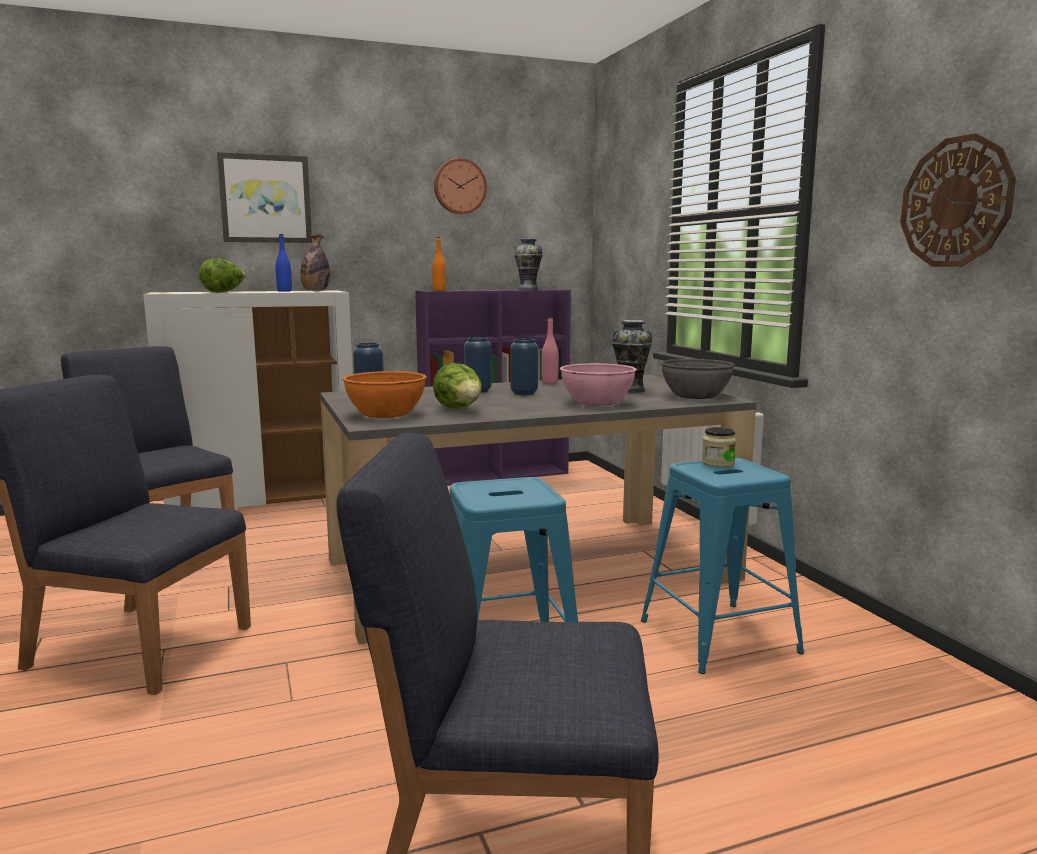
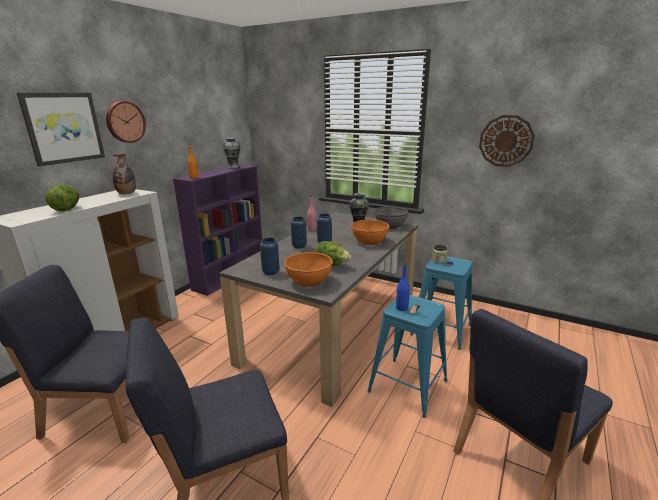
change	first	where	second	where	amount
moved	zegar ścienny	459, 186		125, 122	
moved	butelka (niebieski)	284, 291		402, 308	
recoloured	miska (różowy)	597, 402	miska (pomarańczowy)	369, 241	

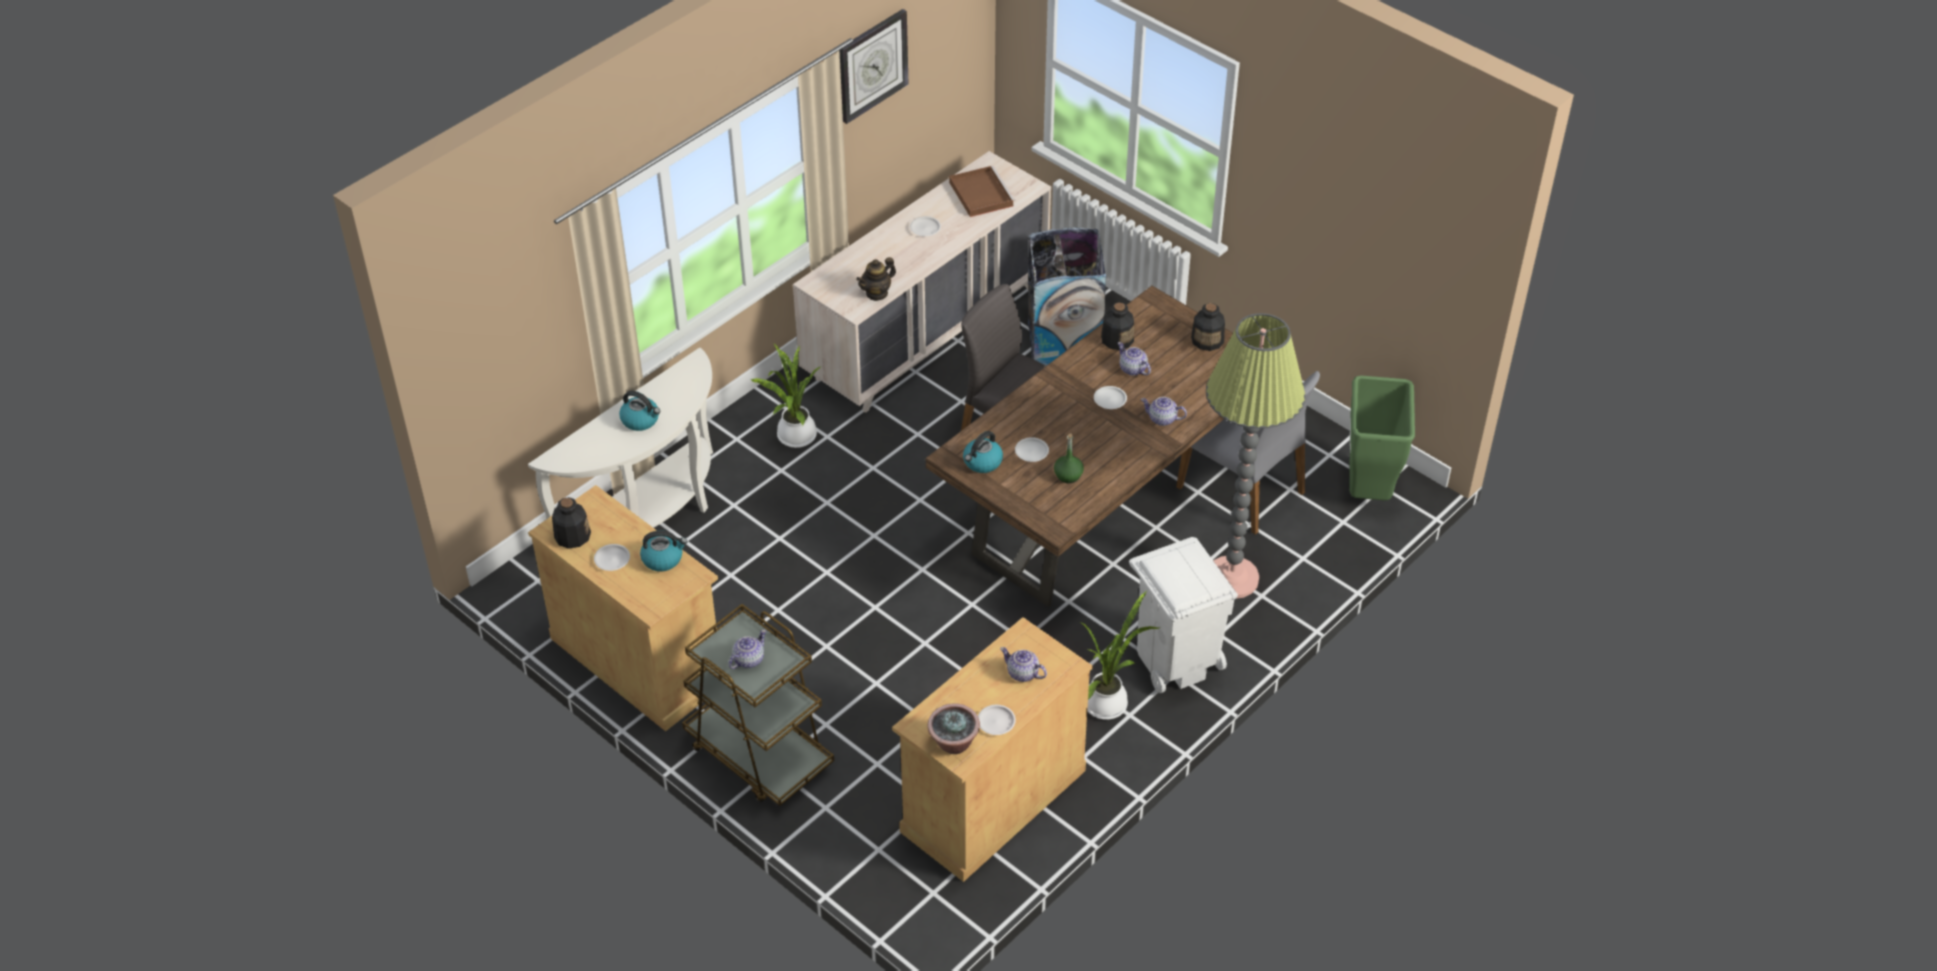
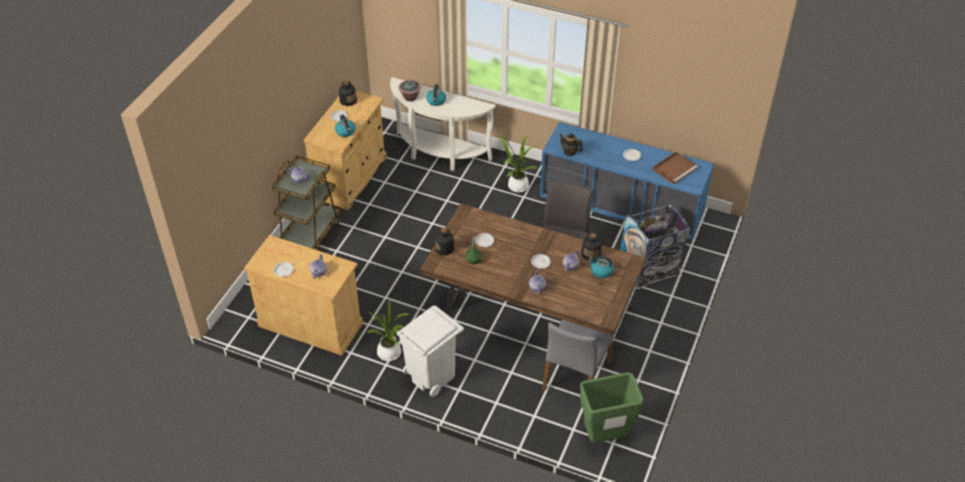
change	first	where	second	where	amount
removed	zegar ścienny	872, 65			
recoloured	komoda (beżowy)	927, 333	komoda (niebieski)	621, 212	
moved	butelka	1207, 340		445, 248	
removed	lampa stojąca	1232, 578			
moved	czajnik	982, 462		601, 271	
moved	roślina doniczkowa	953, 743		410, 97	

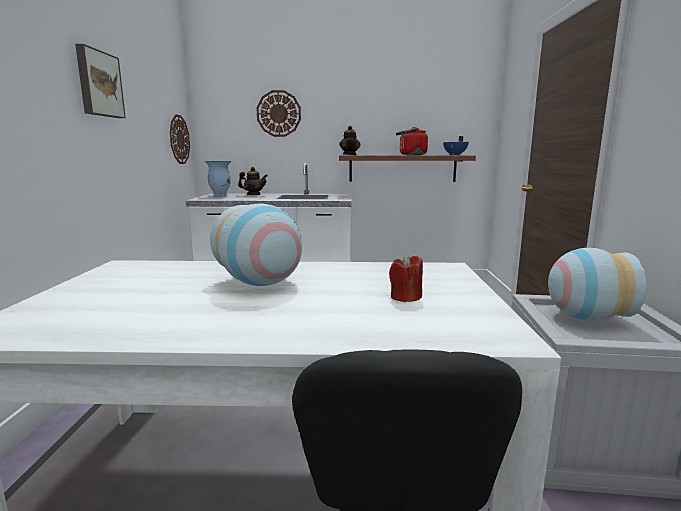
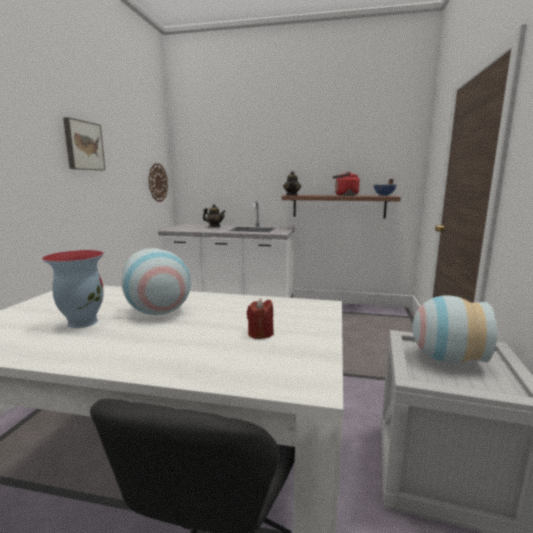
change	first	where	second	where	amount
removed	zegar ścienny	278, 113			
moved	wazon	220, 196		82, 322	

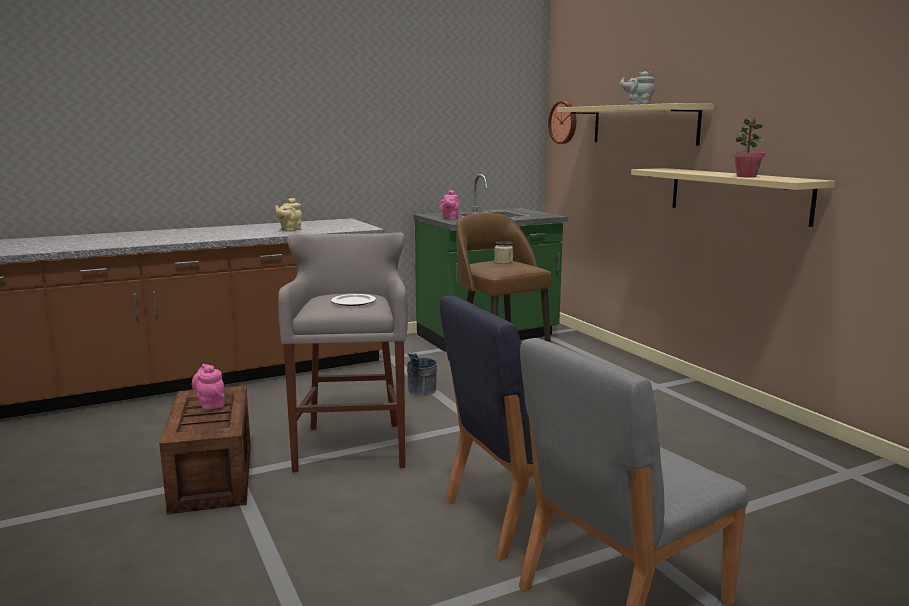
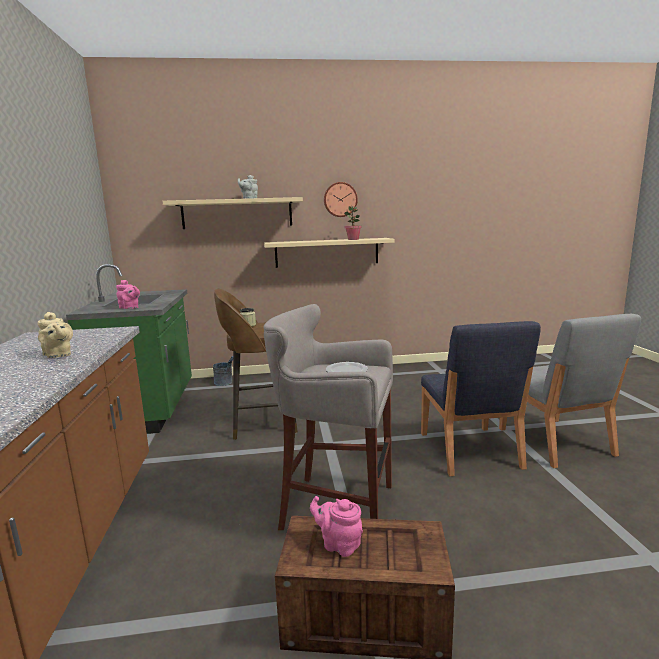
change	first	where	second	where	amount
moved	zegar ścienny	564, 122		340, 199	
moved	wiadro (szary)	420, 392		225, 383	
turned	imbryk (różowy)	210, 404		339, 544	45 degrees clockwise

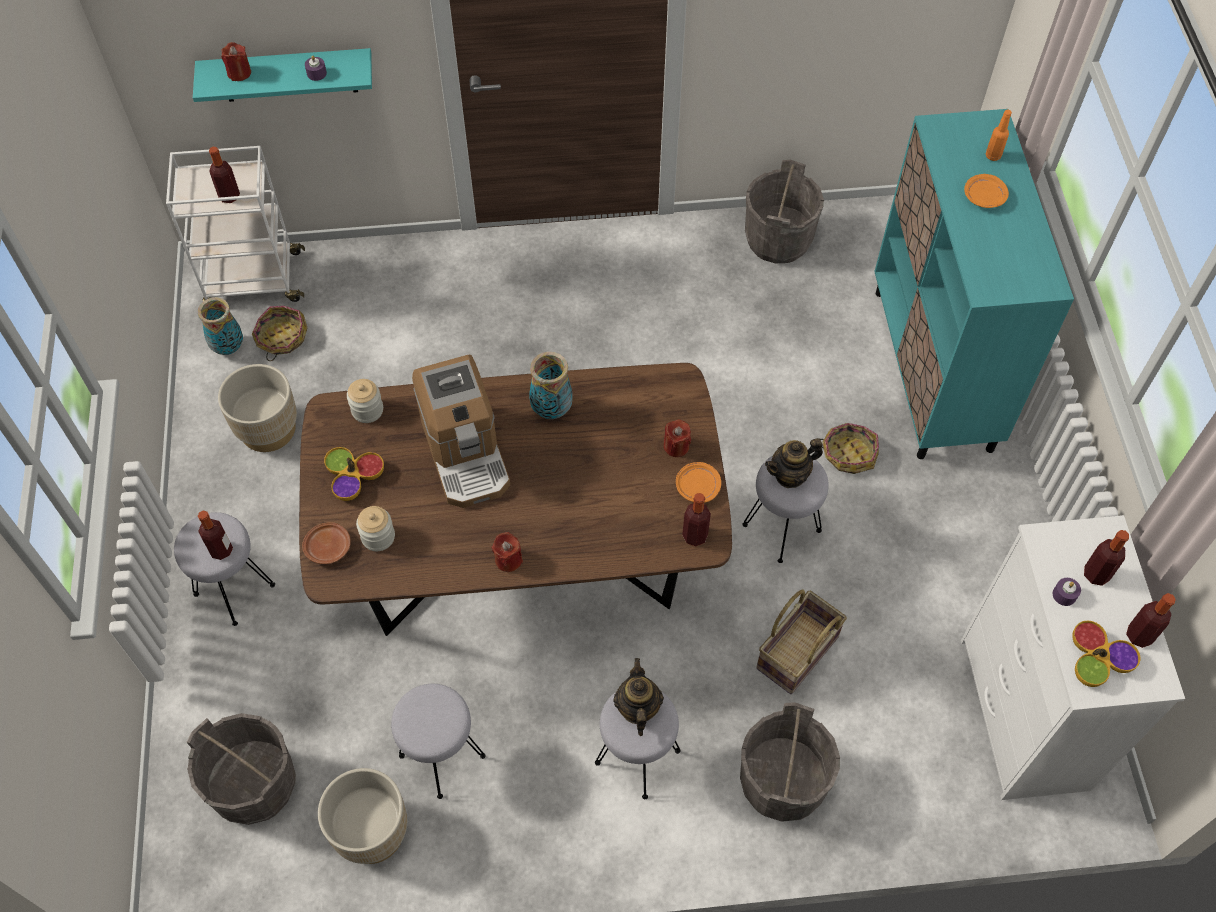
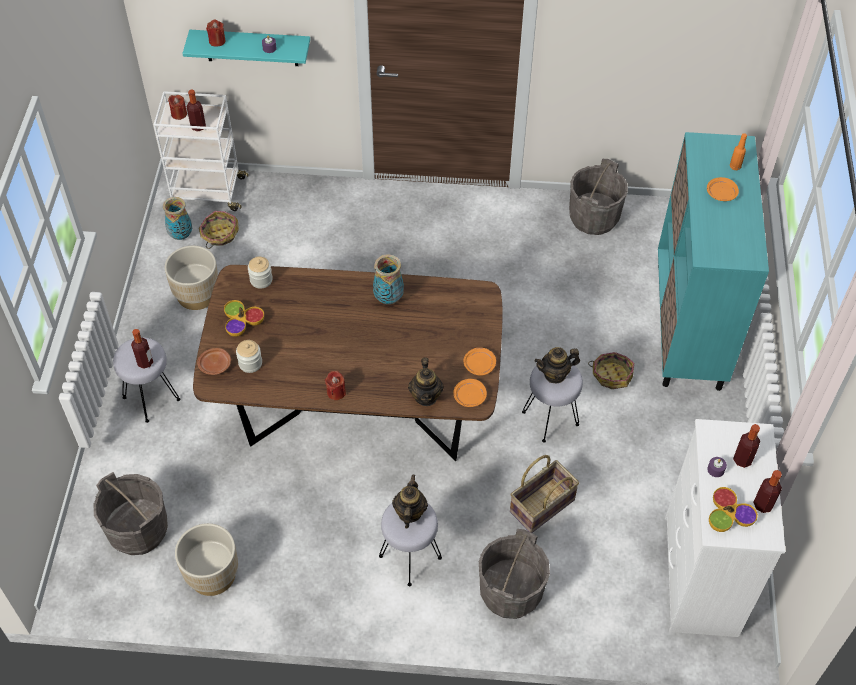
change	first	where	second	where	amount
removed	ekspres do kawy	465, 453			
moved	świeca (czerwony)	676, 446		179, 114	
replaced	butelka	695, 536	talerz (pomarańczowy)	469, 397	
removed	stołek (szary)	441, 757			
added			imbryk	426, 396	

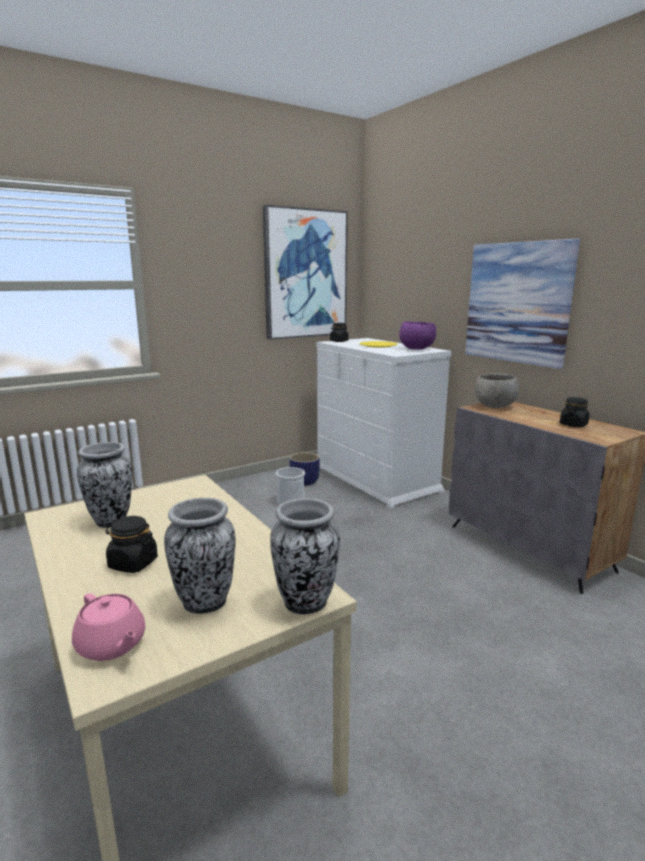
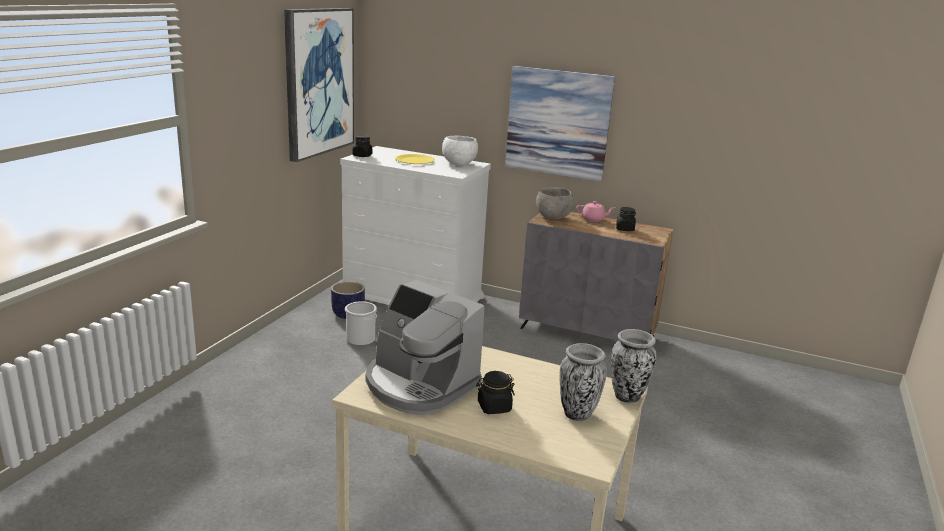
change	first	where	second	where	amount
recoloured	miska (fioletowy)	416, 349	miska (biały)	459, 164	
replaced	wazon	111, 521	ekspres do kawy	419, 385	
moved	imbryk (różowy)	111, 645		593, 219	

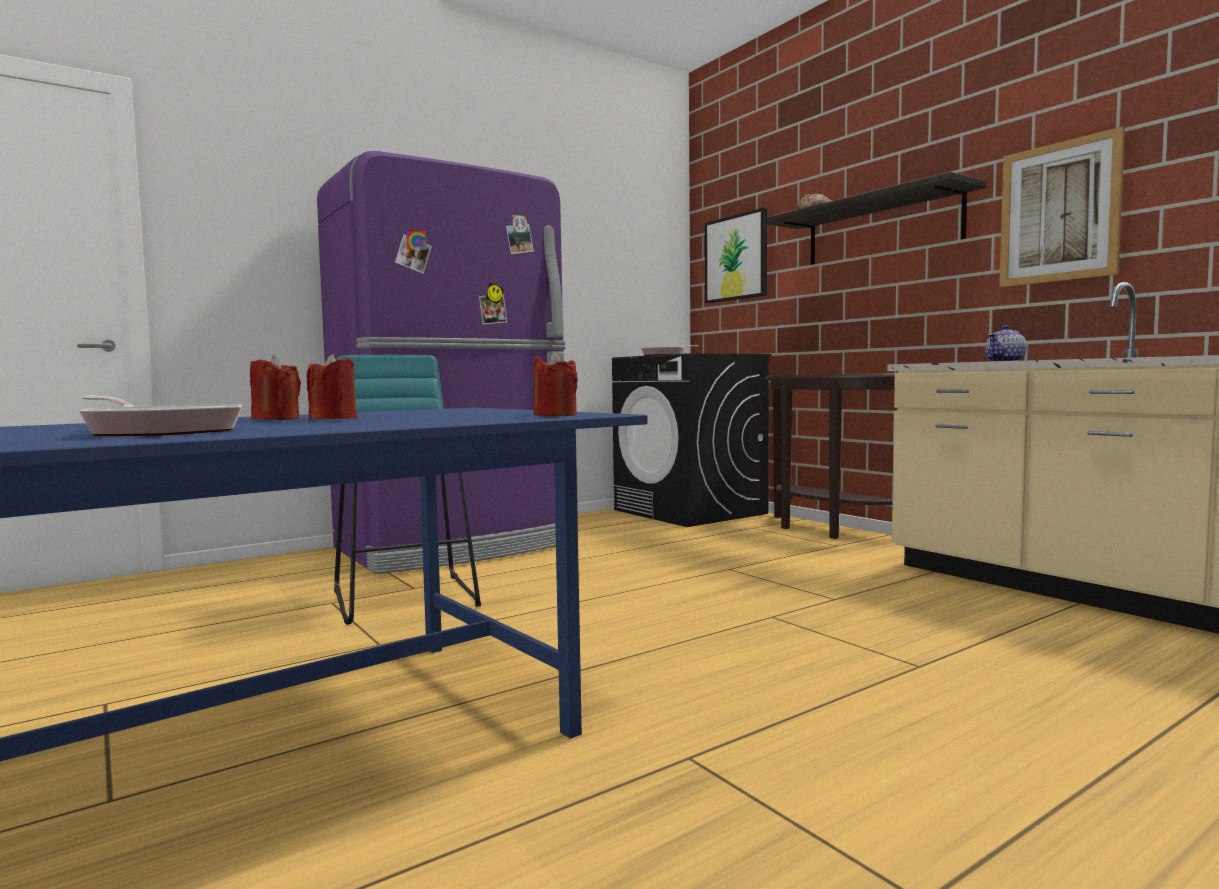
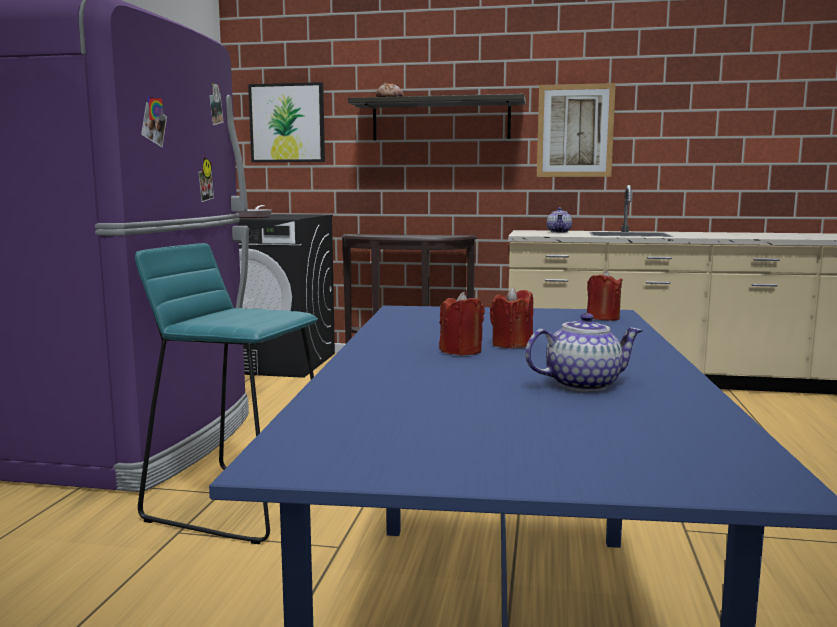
change	first	where	second	where	amount
replaced	patelnia	160, 431	imbryk	583, 384	

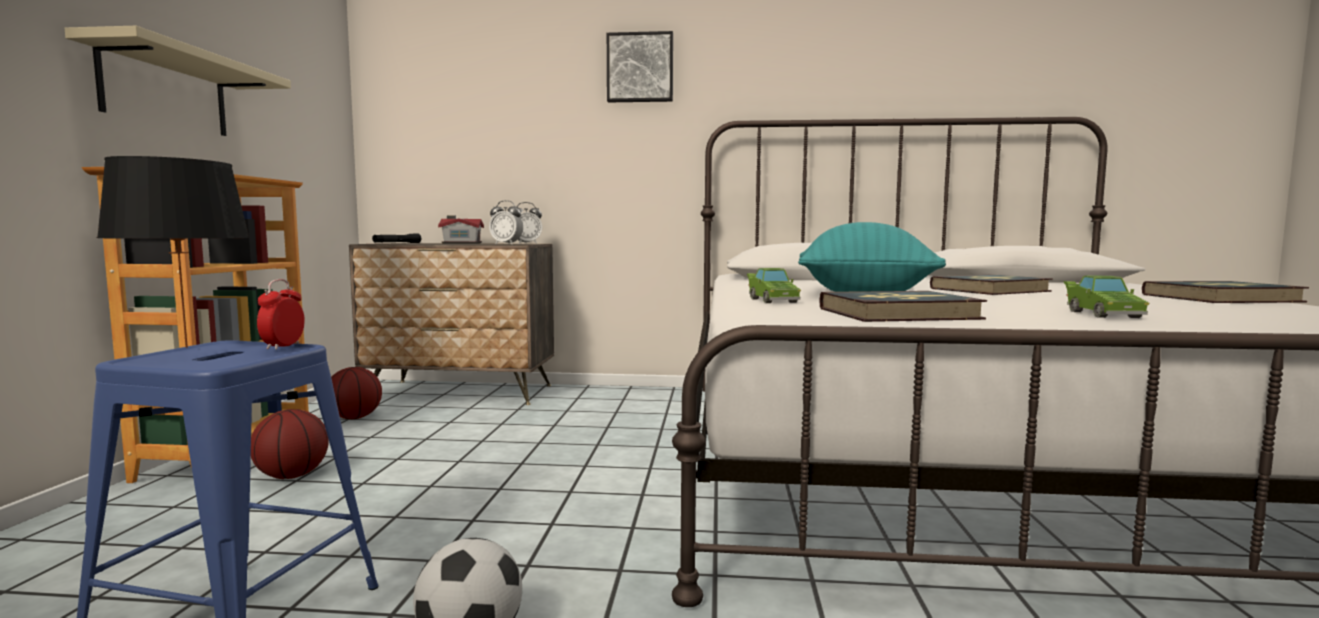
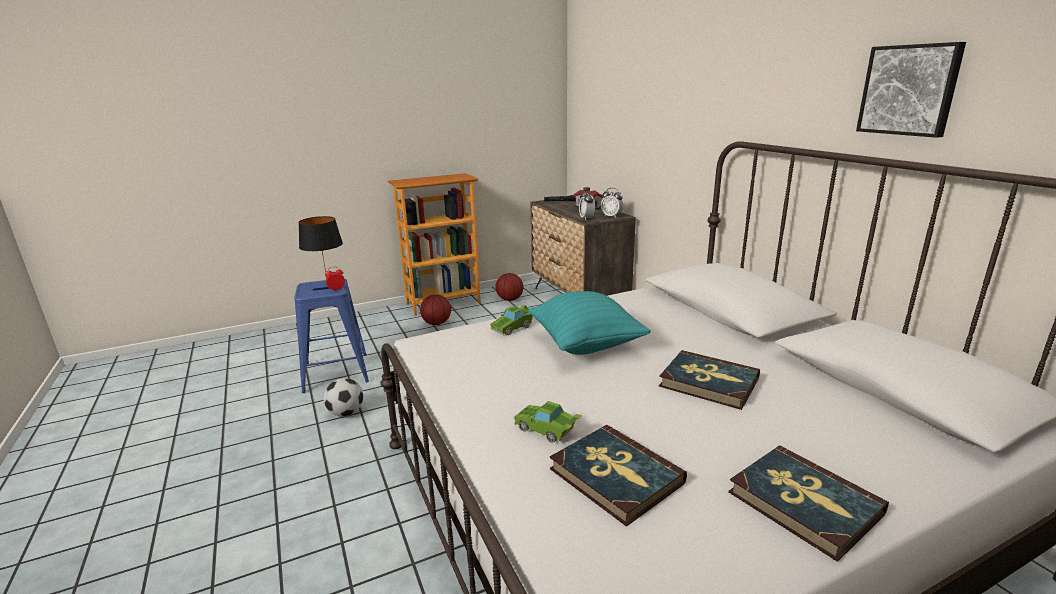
change	first	where	second	where	amount
removed	półka (beżowy)	166, 91			
moved	obraz	640, 68		909, 90	
turned	samochodzik (zielony)	1101, 314		547, 430	60 degrees clockwise
moved	książka	898, 314		615, 476	

